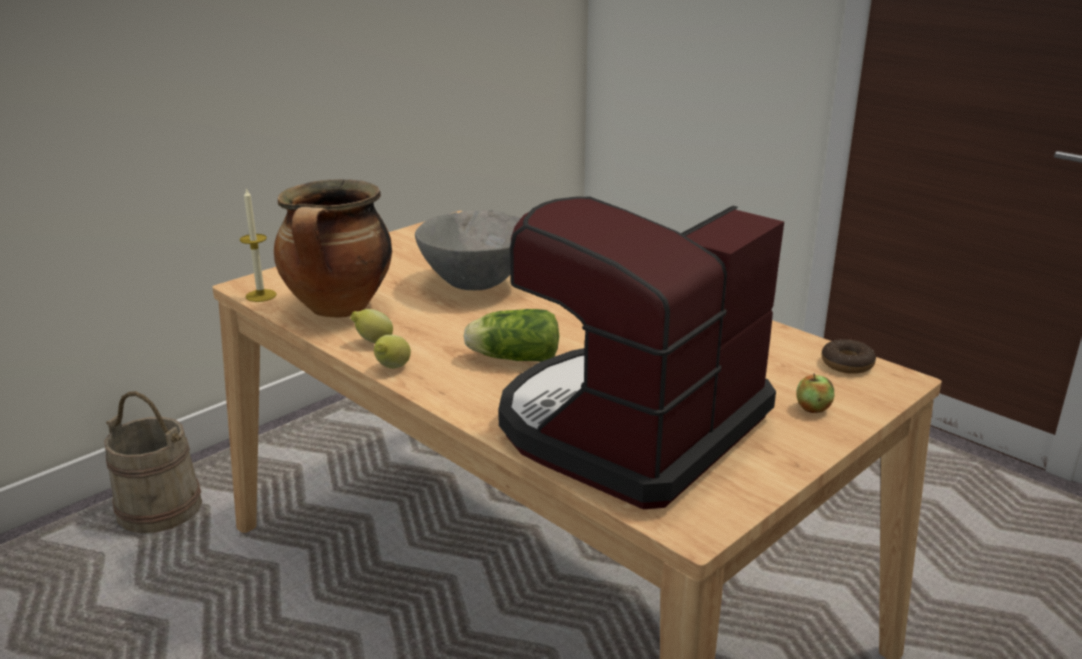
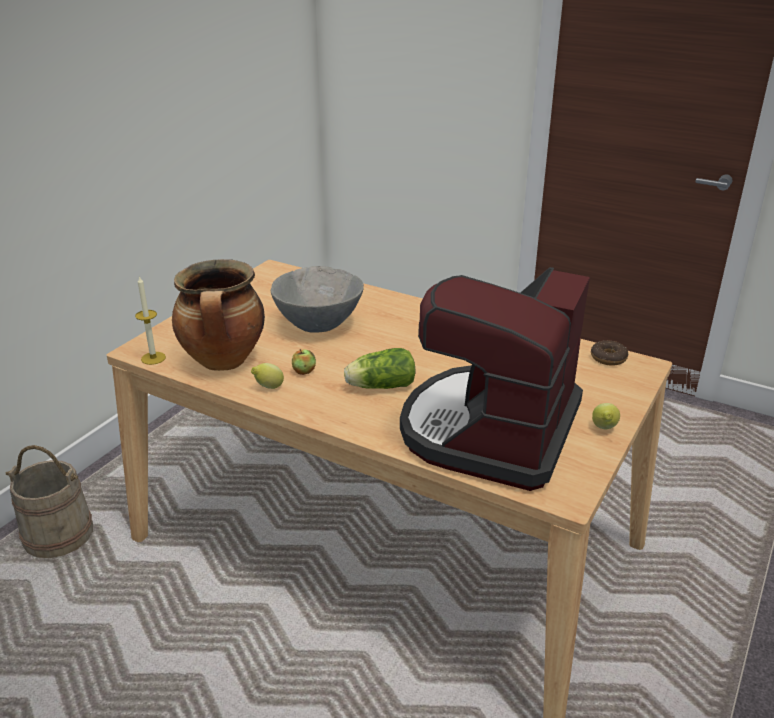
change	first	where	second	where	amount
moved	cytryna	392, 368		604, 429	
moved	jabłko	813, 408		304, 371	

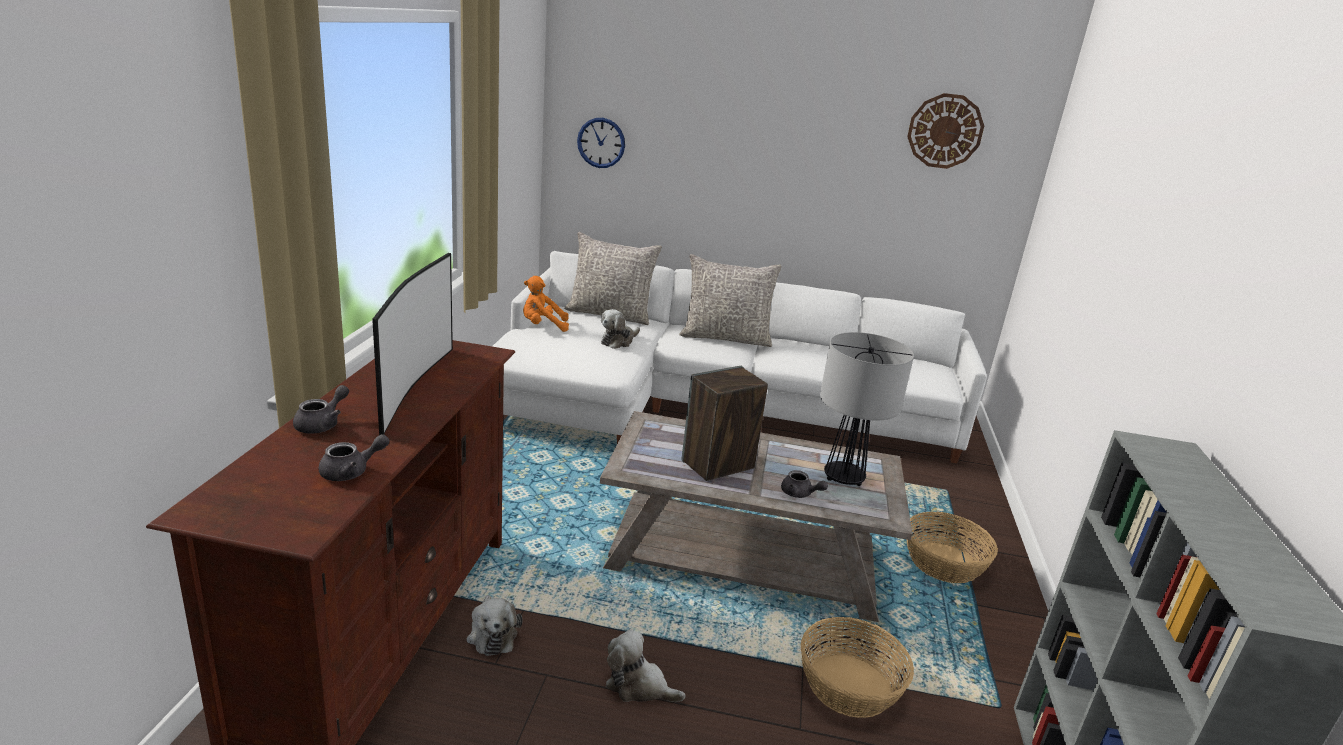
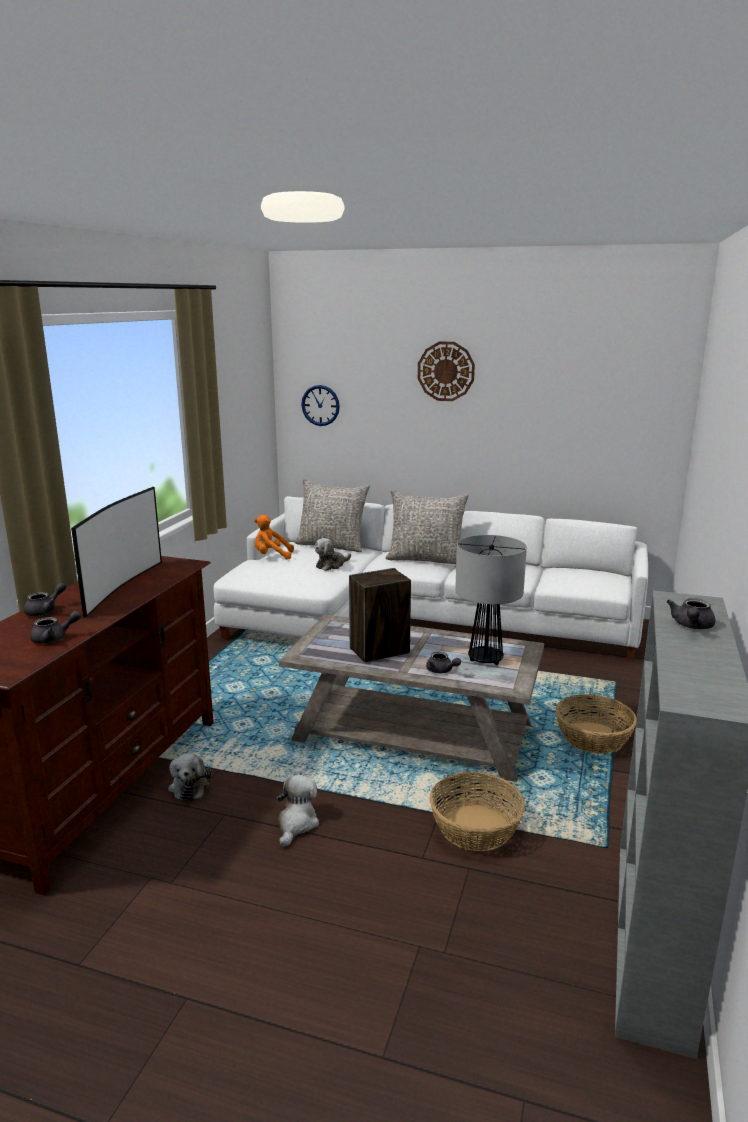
change	first	where	second	where	amount
moved	zegar ścienny	945, 131		446, 371	
turned	pluszak	639, 686		296, 824	75 degrees clockwise
added			imbryk (szary)	691, 626	

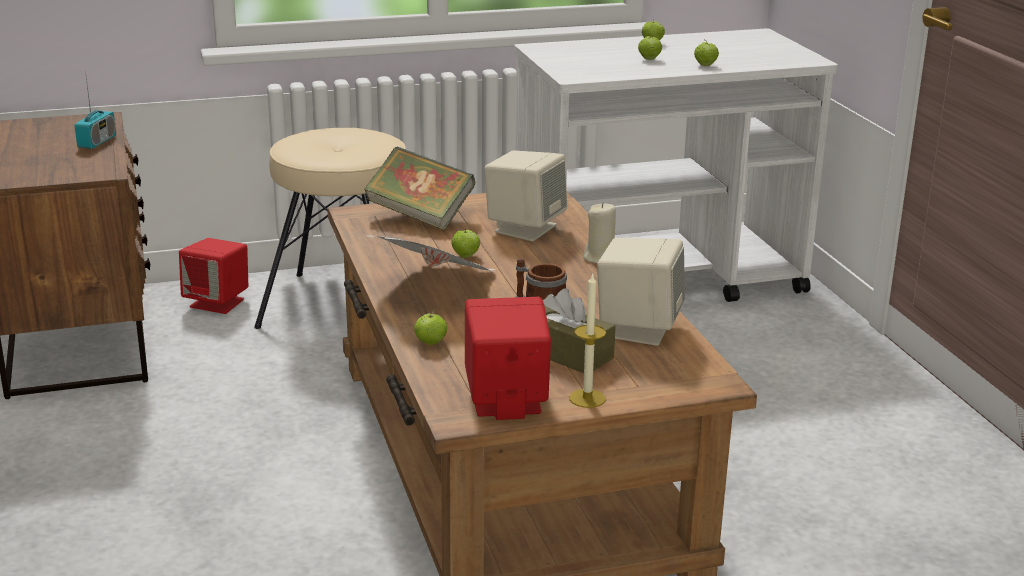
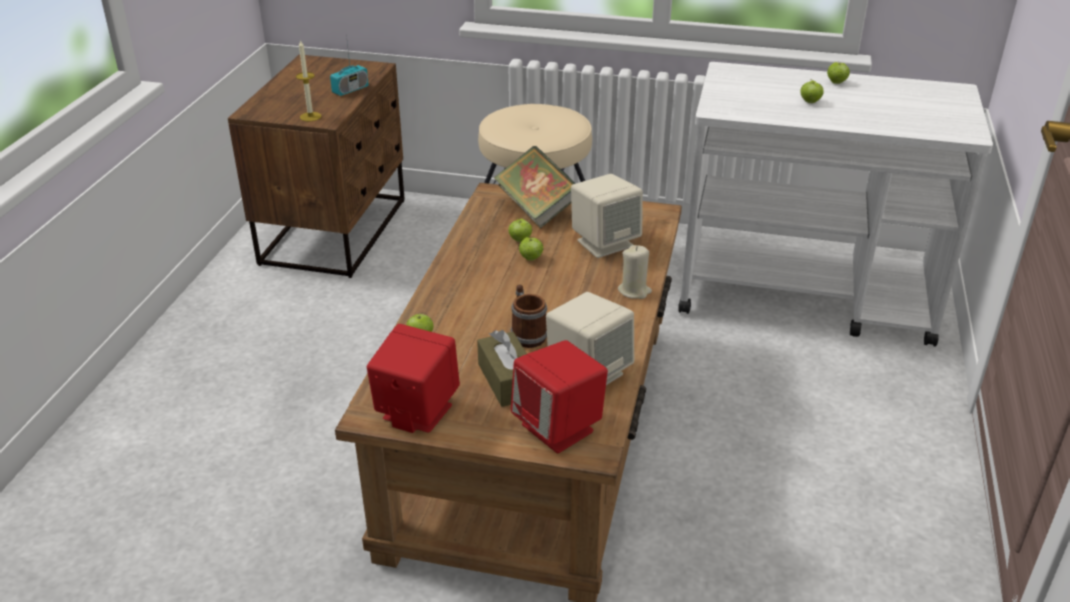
change	first	where	second	where	amount
moved	jabłko	705, 65		520, 240	
removed	gazeta	438, 287			
moved	głośnik (czerwony)	218, 303		559, 428	
moved	świeca	587, 398		310, 116	

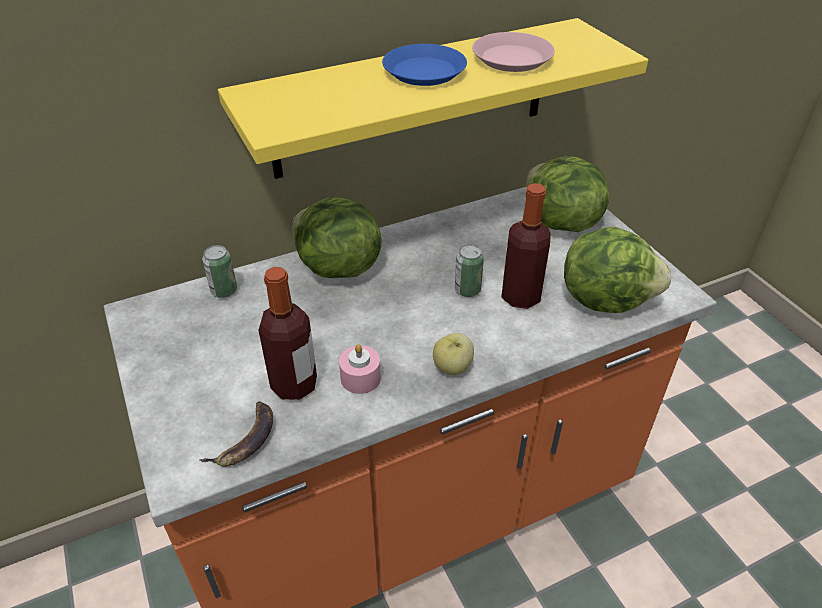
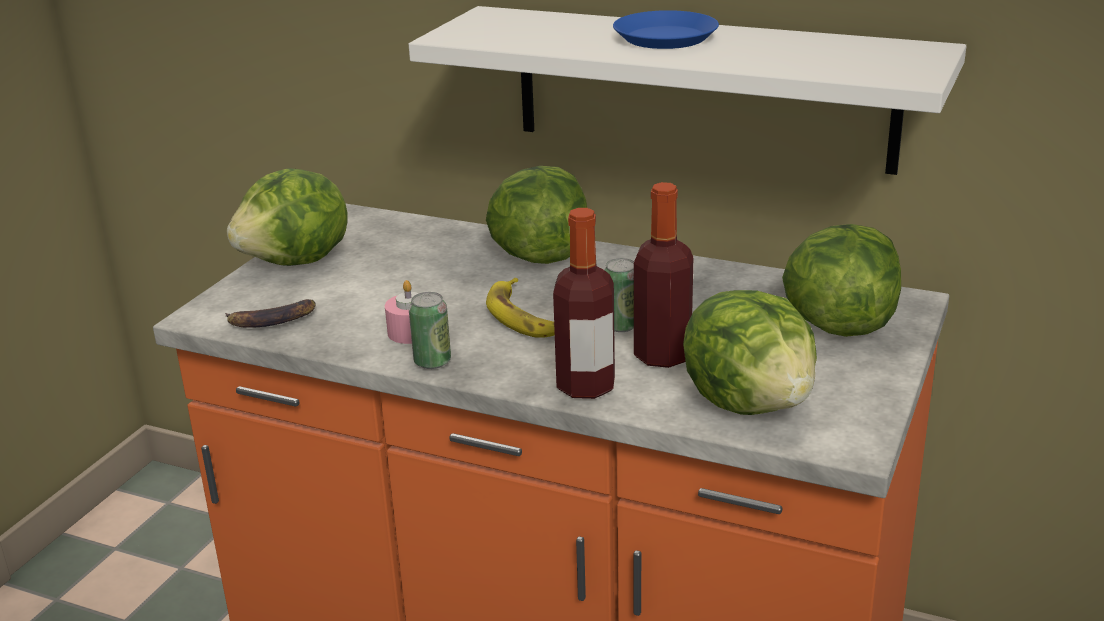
change	first	where	second	where	amount
recoloured	półka (żółty)	413, 98	półka (biały)	702, 88	
removed	talerz (różowy)	512, 59			
moved	puszka	224, 291		432, 362	
moved	butelka	294, 385		585, 386	
removed	jabłko	453, 367			
added			sałata	297, 262	
added			banan	524, 317	

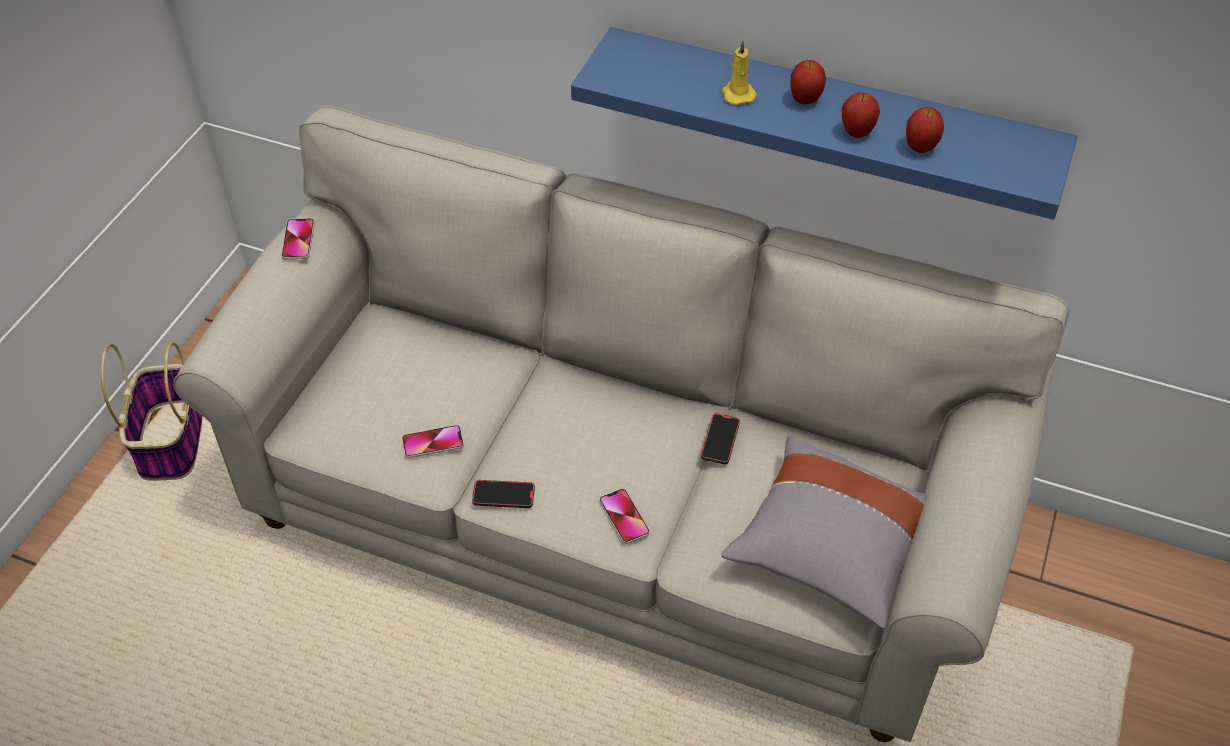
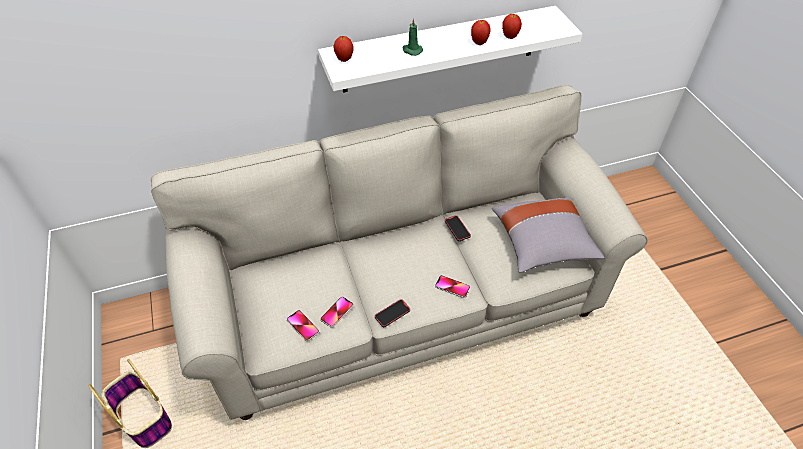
change	first	where	second	where	amount
recoloured	półka (niebieski)	827, 119	półka (biały)	440, 49	
recoloured	świeca (żółty)	737, 94	świeca (zielony)	412, 50	
moved	jabłko	805, 101		344, 59	
moved	telefon	298, 240		303, 326	

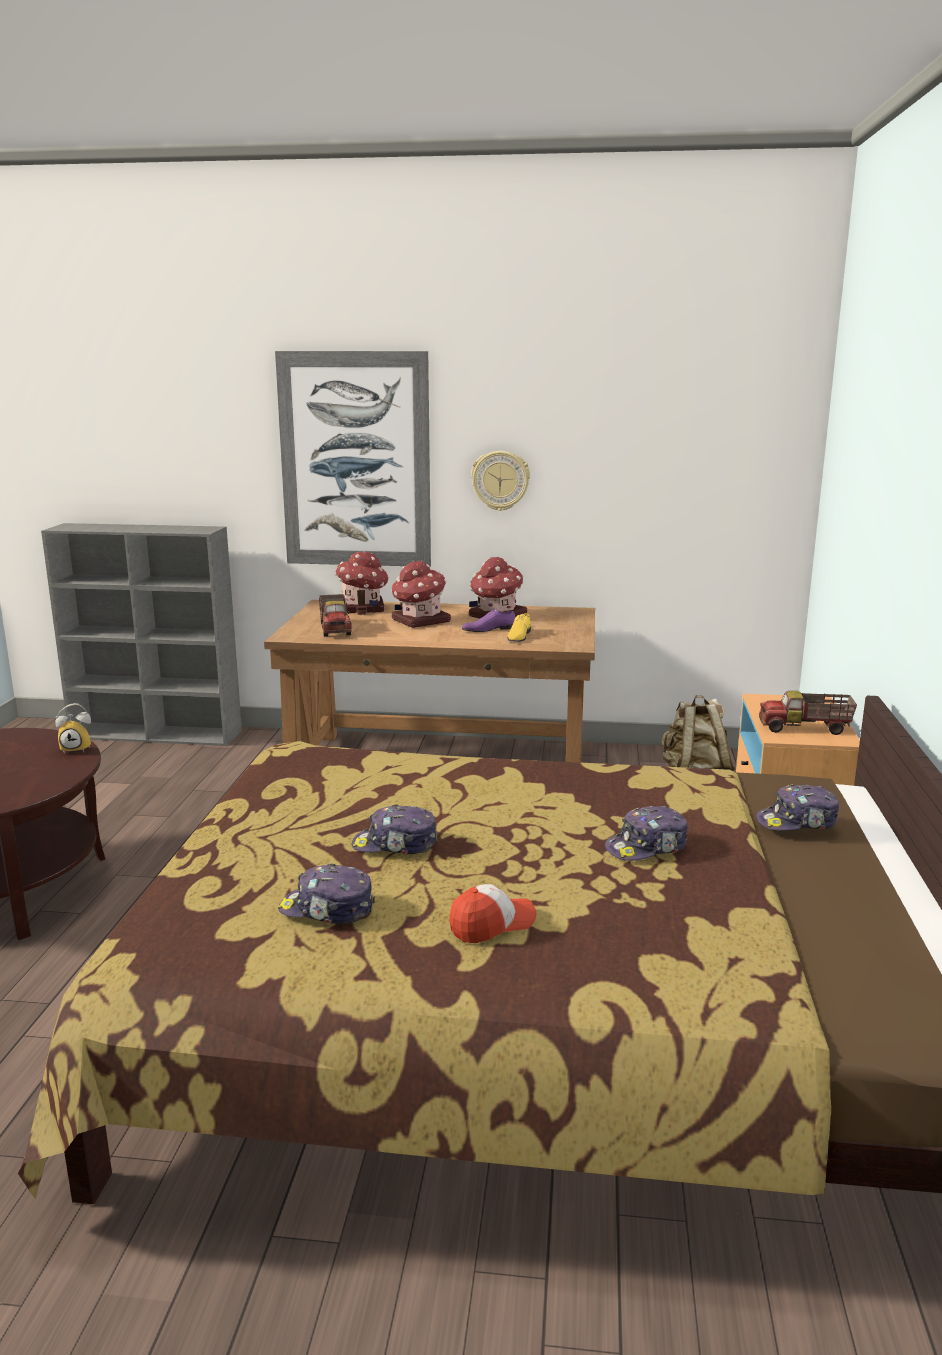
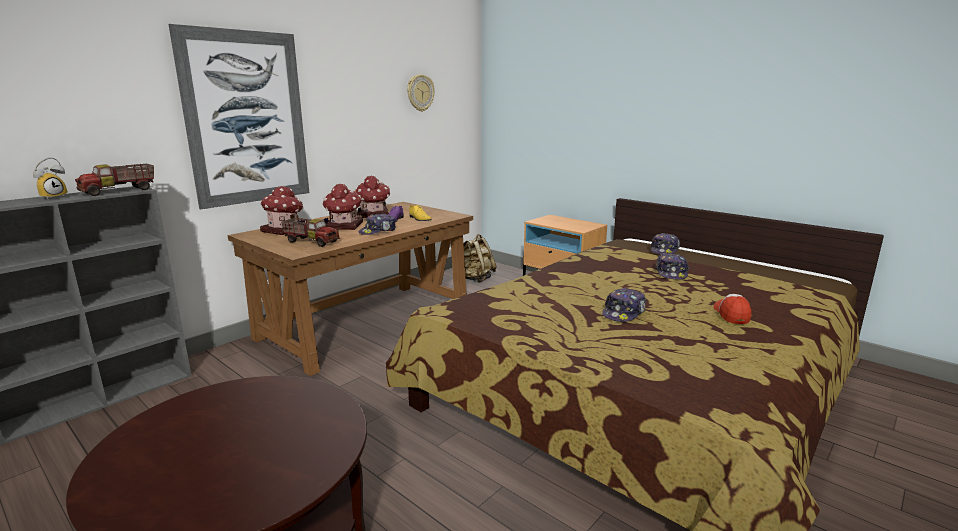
change	first	where	second	where	amount
moved	zegar ścienny	500, 480		420, 93	
moved	ciężarówka zabawkowa	805, 728		119, 191	
moved	budzik	78, 749		53, 197	
moved	czapka z daszkiem	327, 909		378, 231	

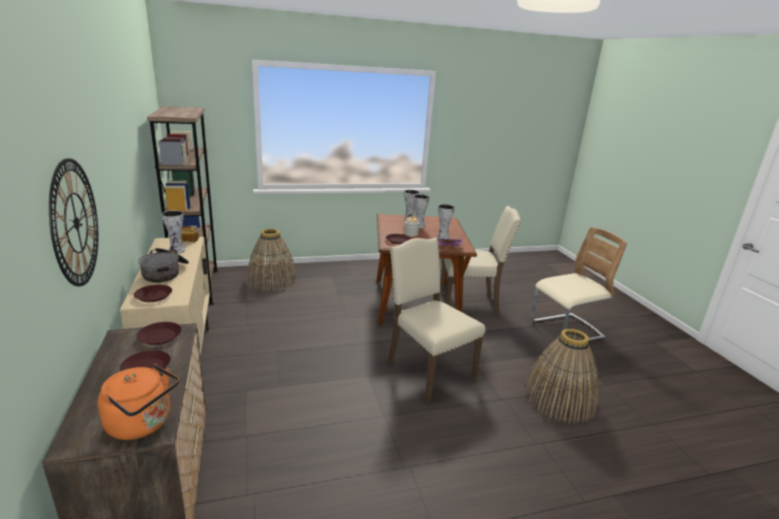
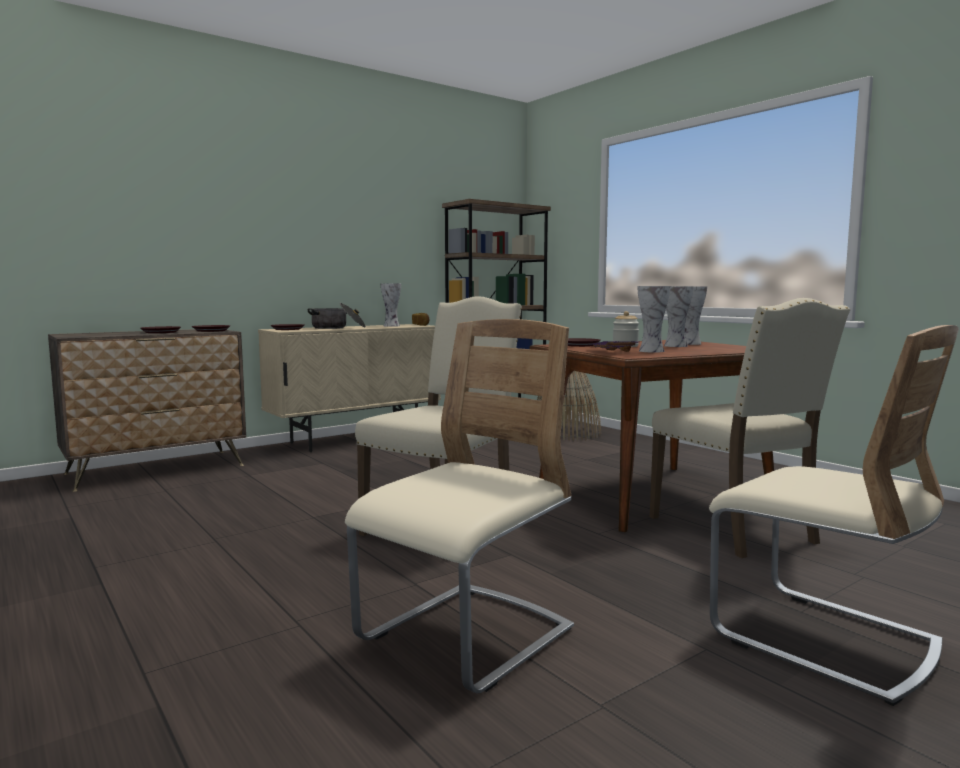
change	first	where	second	where	amount
removed	zegar ścienny	75, 223			
replaced	koszyk	559, 398	krzesło (beżowy)	466, 638	
removed	czajnik (pomarańczowy)	143, 424			

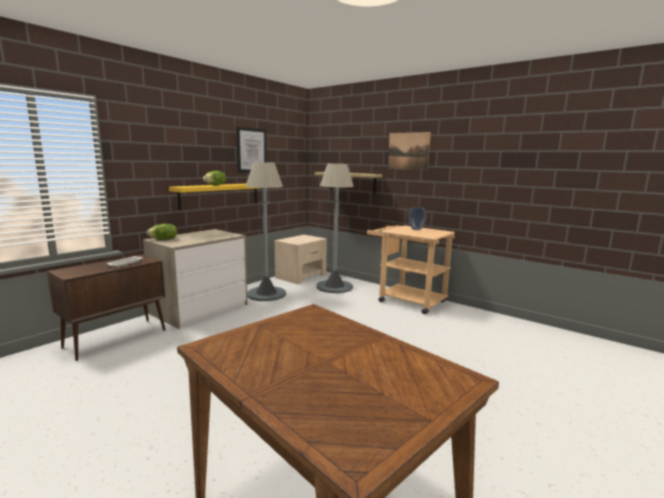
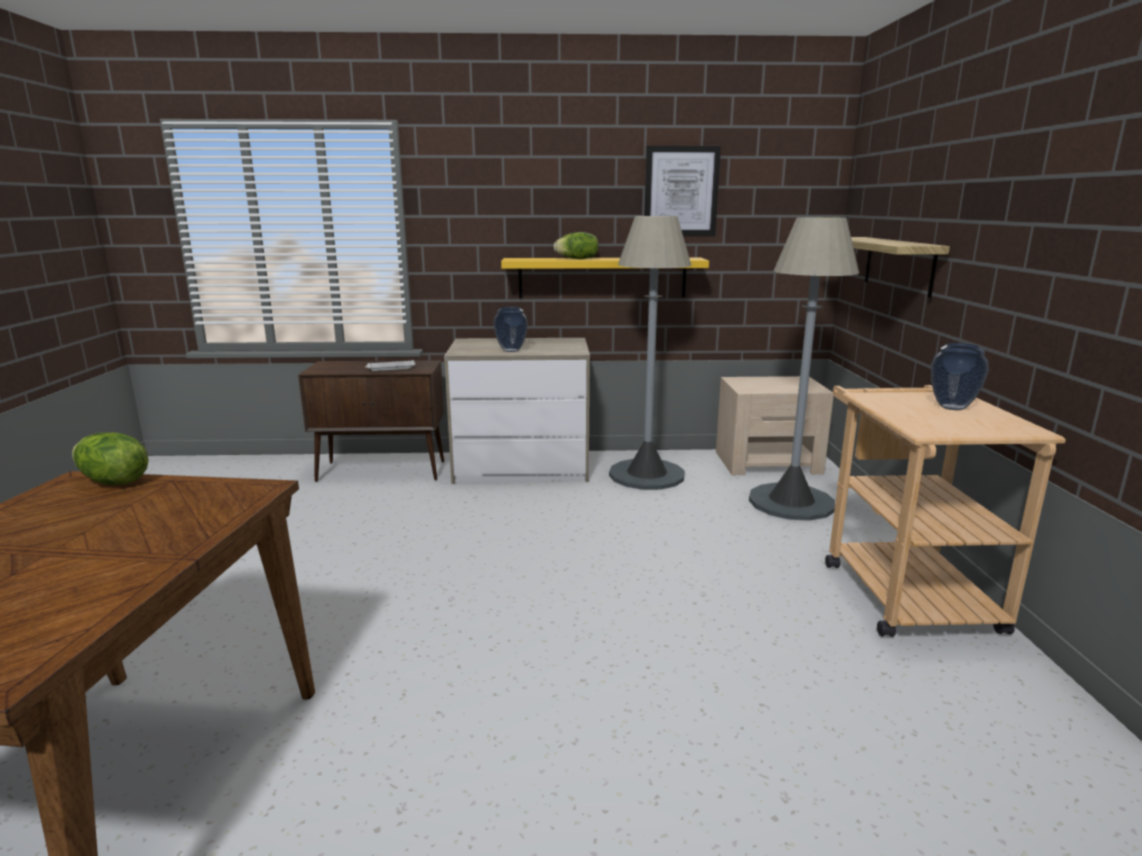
change	first	where	second	where	amount
removed	obraz	408, 151			
moved	sałata	164, 239		112, 482	
added			wazon	510, 350	

